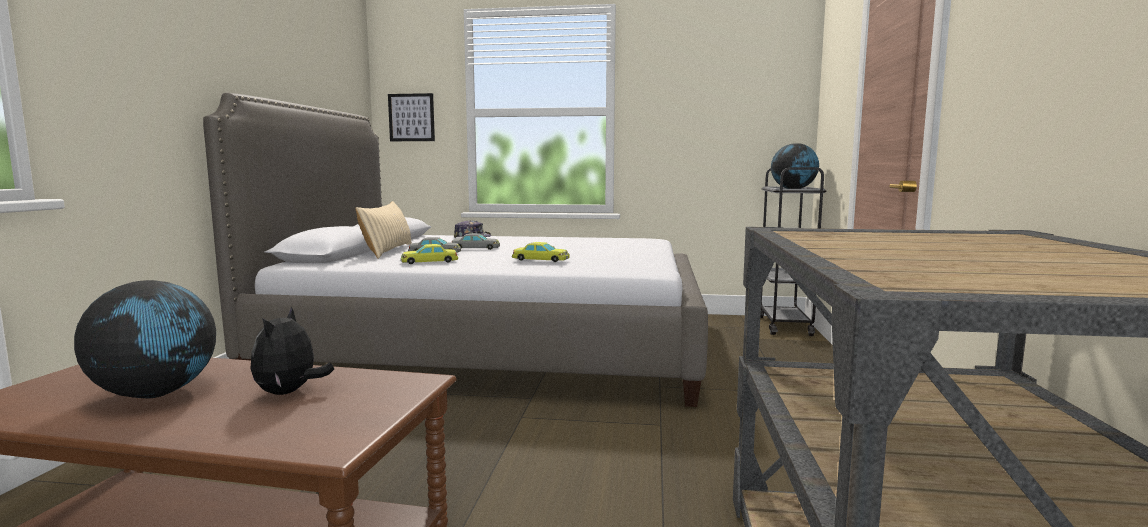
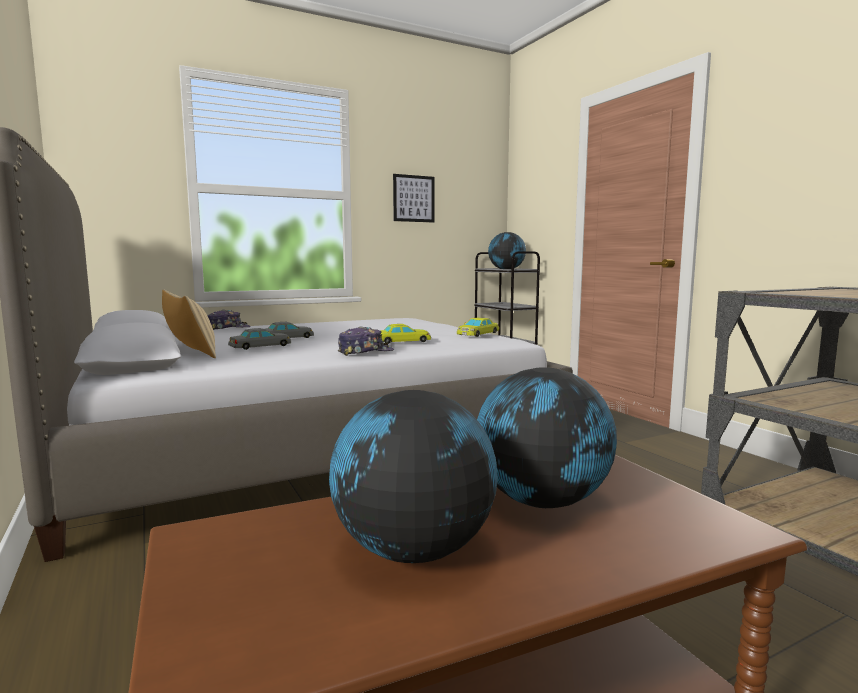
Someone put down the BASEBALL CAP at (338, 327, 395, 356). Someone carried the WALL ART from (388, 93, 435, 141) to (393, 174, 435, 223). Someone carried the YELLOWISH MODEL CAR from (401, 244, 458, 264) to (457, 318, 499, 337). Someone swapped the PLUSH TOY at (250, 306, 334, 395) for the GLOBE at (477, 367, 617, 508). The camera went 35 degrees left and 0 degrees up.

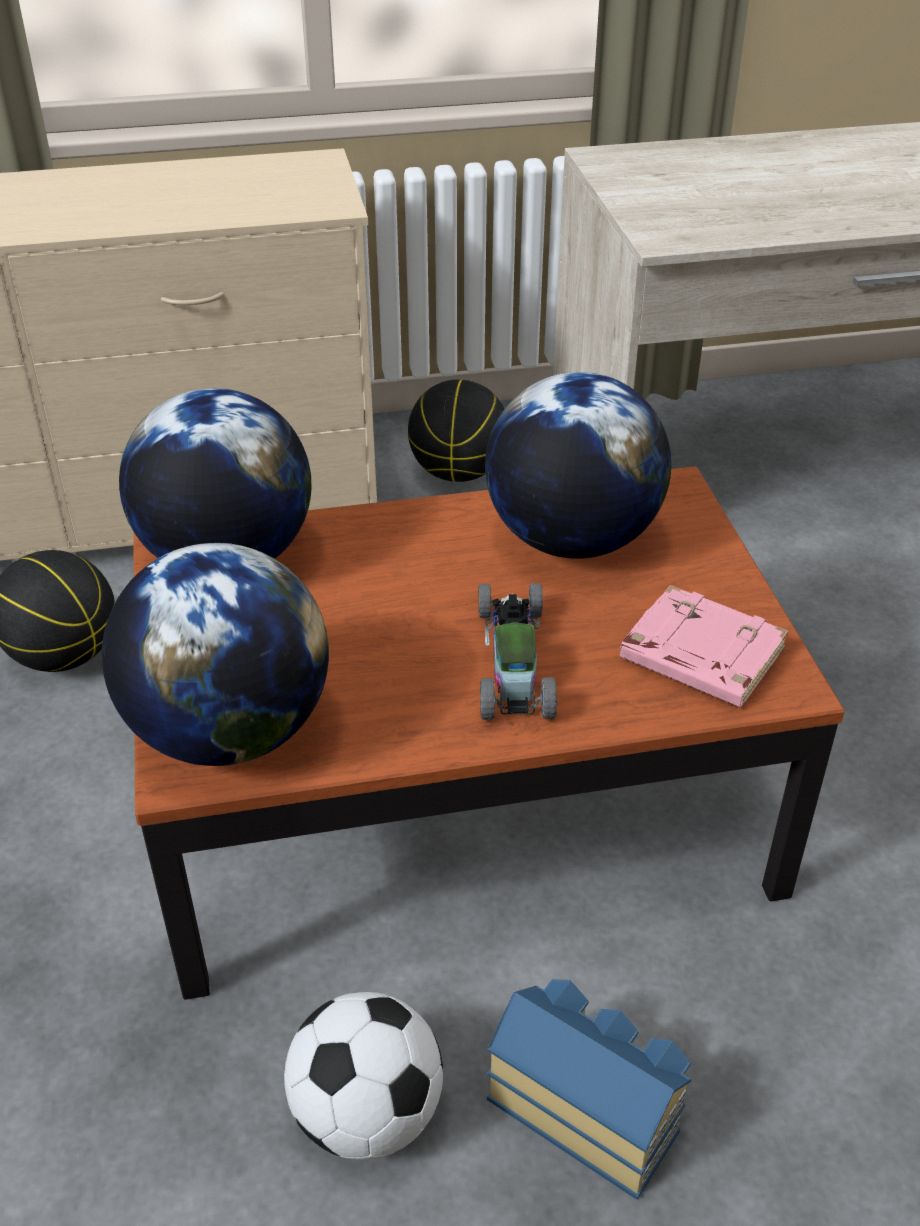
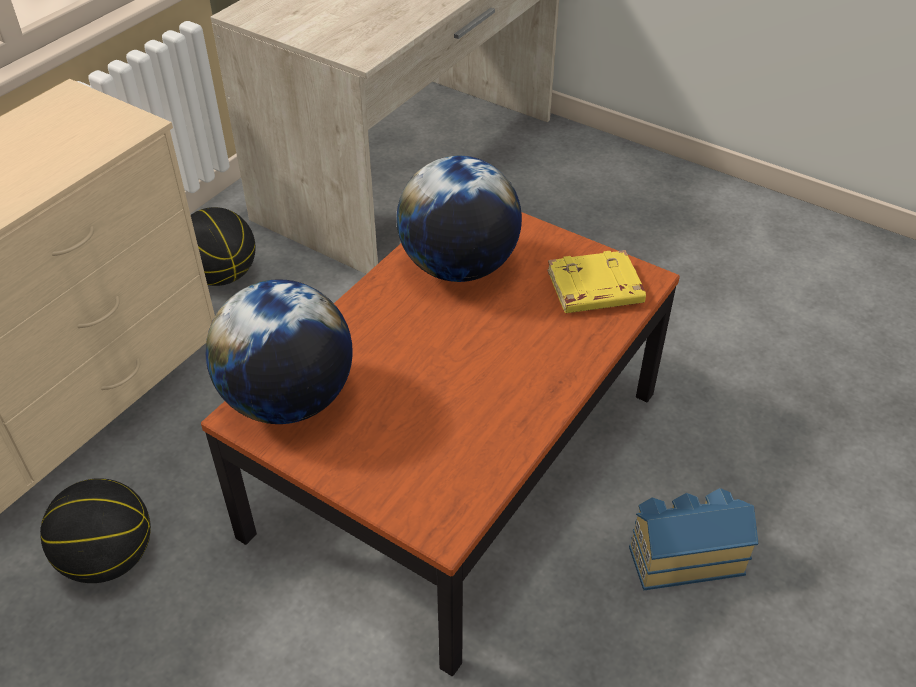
Someone repainted the PINKISH VOLUME at (620, 585, 789, 707), which became the YELLOWISH VOLUME at (547, 250, 646, 313). Someone took away the GLOBE at (102, 543, 329, 766). Someone took away the BALL FOR FOOTBALL at (284, 992, 443, 1160). Someone took away the MODEL CAR at (478, 583, 557, 720). The camera went 45 degrees left and 5 degrees up.

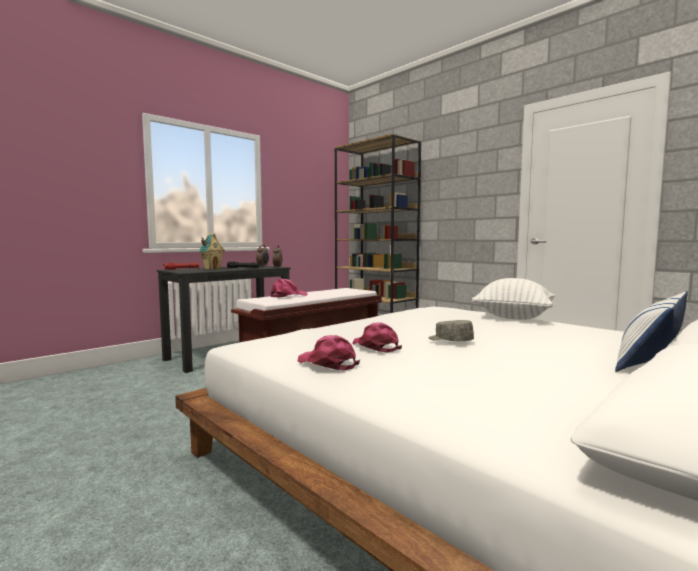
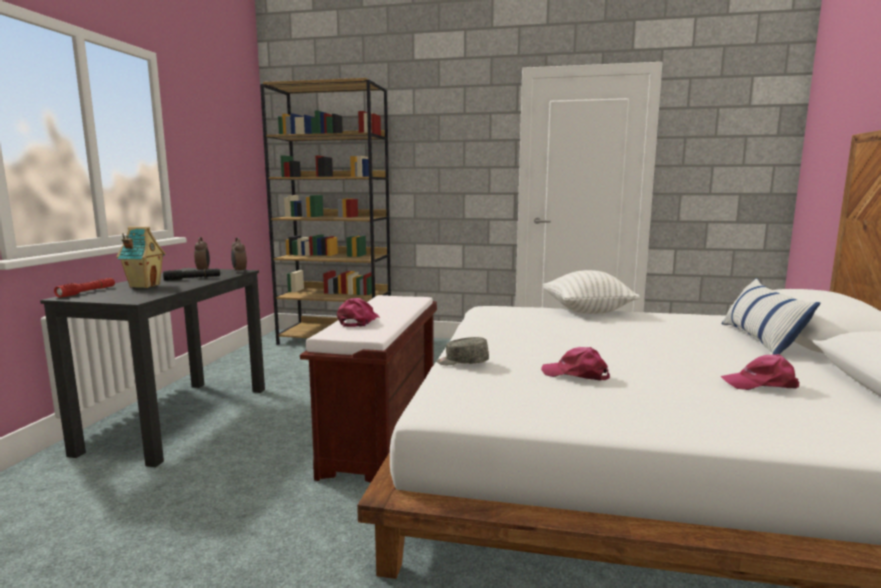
Someone carried the GREYISH BASEBALL CAP from (428, 320, 474, 341) to (436, 337, 489, 365). Someone carried the PINKISH BASEBALL CAP from (298, 335, 360, 370) to (720, 354, 799, 390). The camera went 35 degrees left and 5 degrees up.

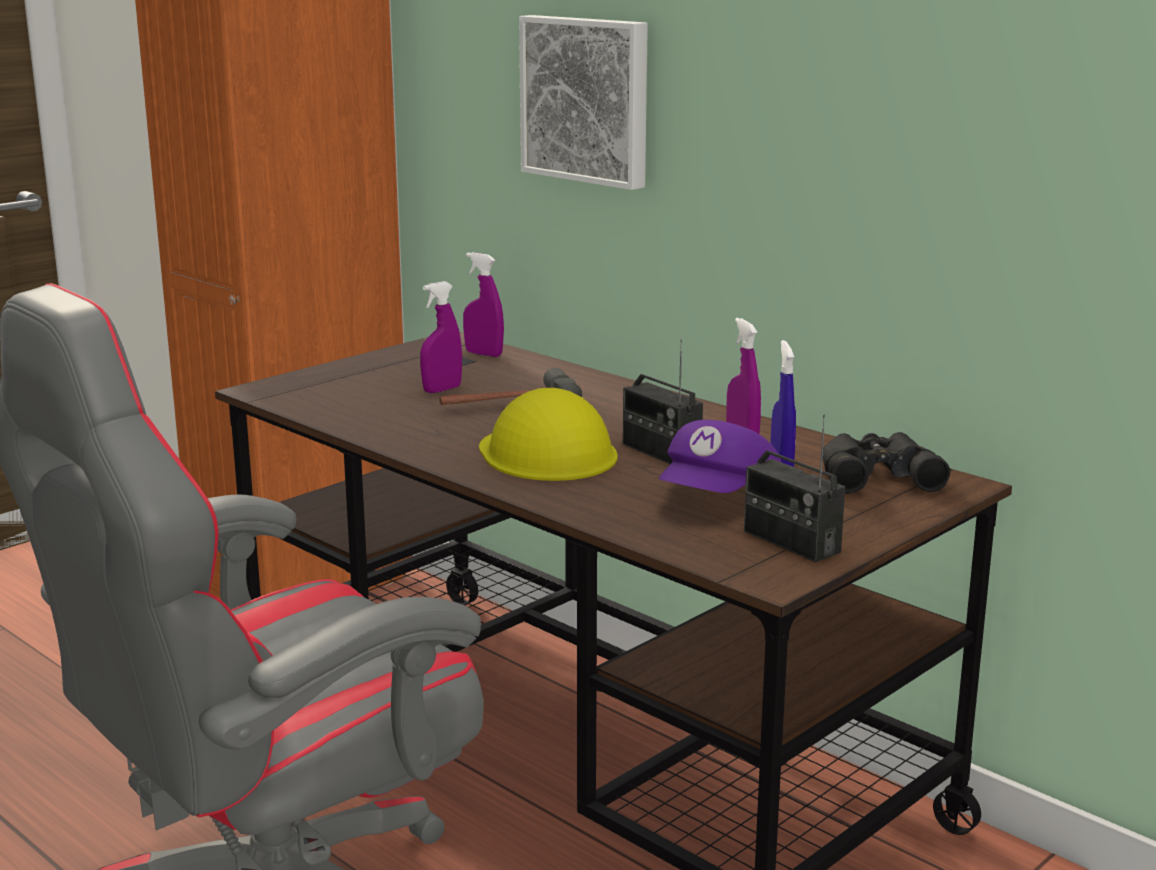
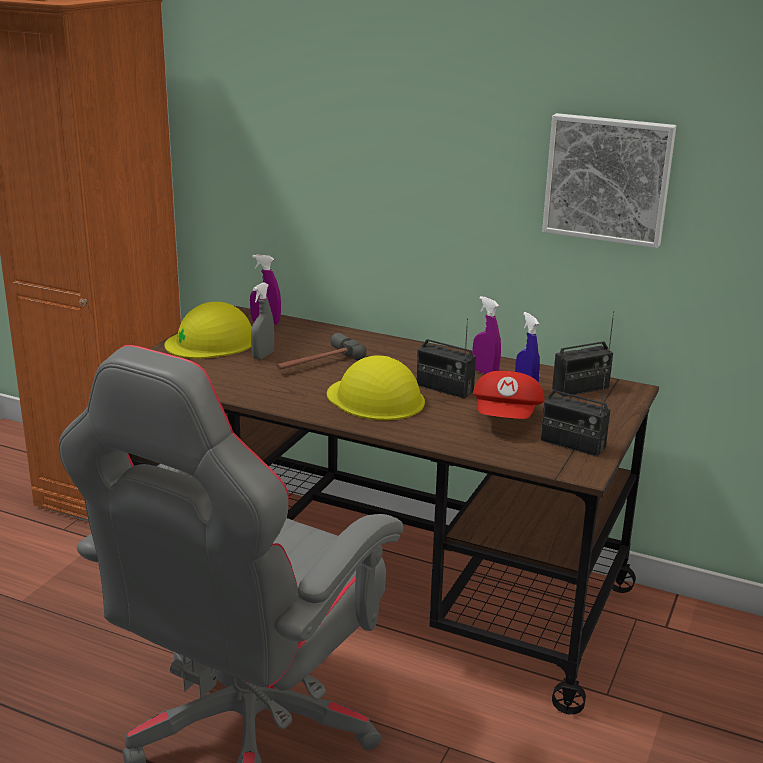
Someone put down the YELLOWISH WORK HELMET at (164, 302, 252, 359). Someone repainted the PURPLE SPRAYER at (420, 281, 462, 393), which became the GREYISH SPRAYER at (251, 282, 274, 360). Someone repainted the PURPLE BASEBALL CAP at (659, 420, 782, 493), which became the RED-COLOURED BASEBALL CAP at (473, 371, 544, 419). Someone carried the WALL ART from (519, 15, 648, 190) to (542, 113, 676, 248). Someone swapped the BLACK PAIR OF BINOCULARS at (822, 432, 950, 494) for the RADIO at (552, 311, 614, 397). The camera went 20 degrees left and 5 degrees up.

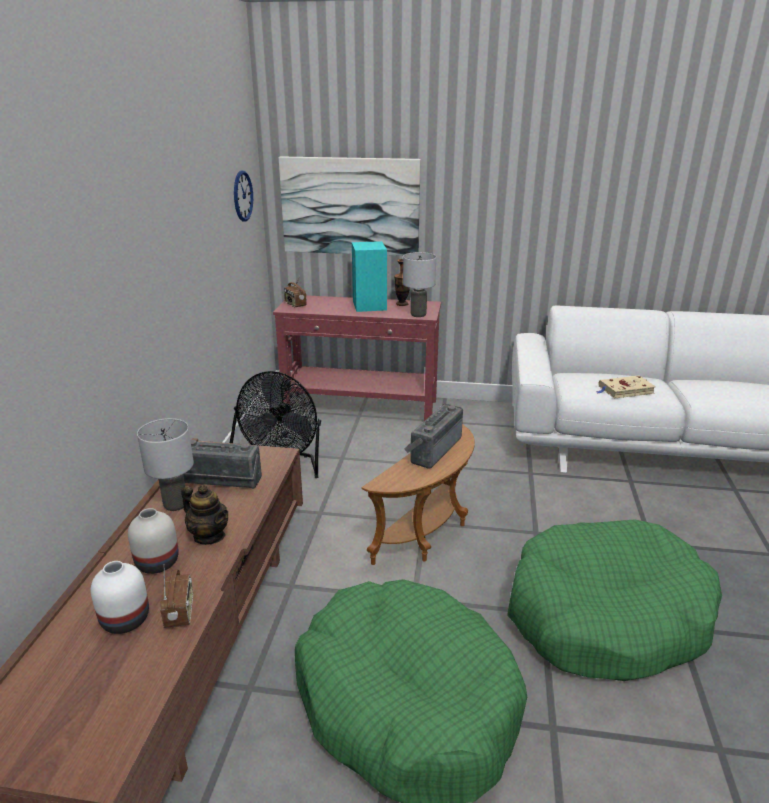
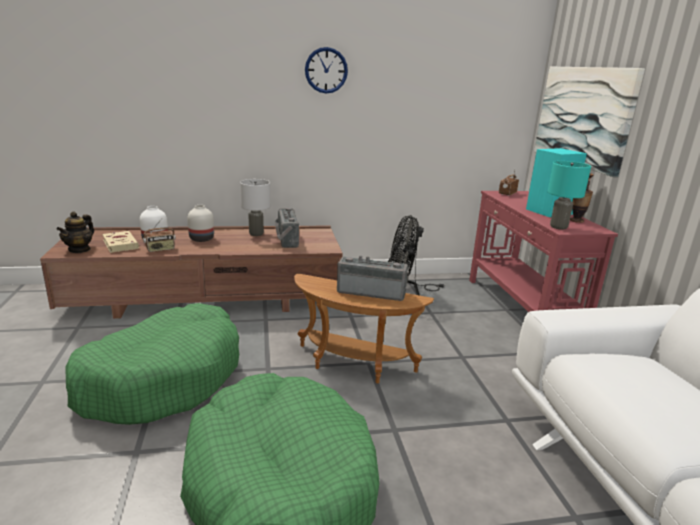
Someone carried the TEAPOT from (181, 485, 228, 545) to (57, 211, 94, 253). Someone carried the SAND-COLOURED VOLUME from (597, 375, 656, 399) to (102, 231, 139, 253). Someone carried the HANGING CLOCK from (234, 170, 253, 222) to (305, 47, 348, 93). Someone repainted the WHITE TABLE LAMP at (403, 252, 436, 317), which became the BLUE-GREEN TABLE LAMP at (547, 161, 591, 230). The camera went 70 degrees right and 5 degrees down.

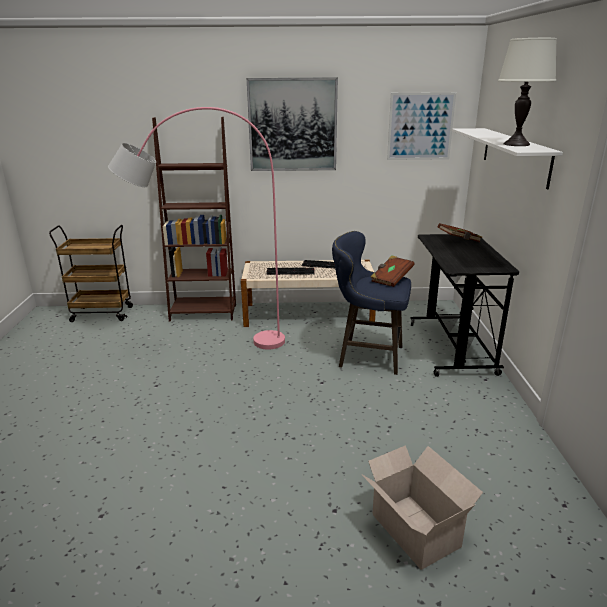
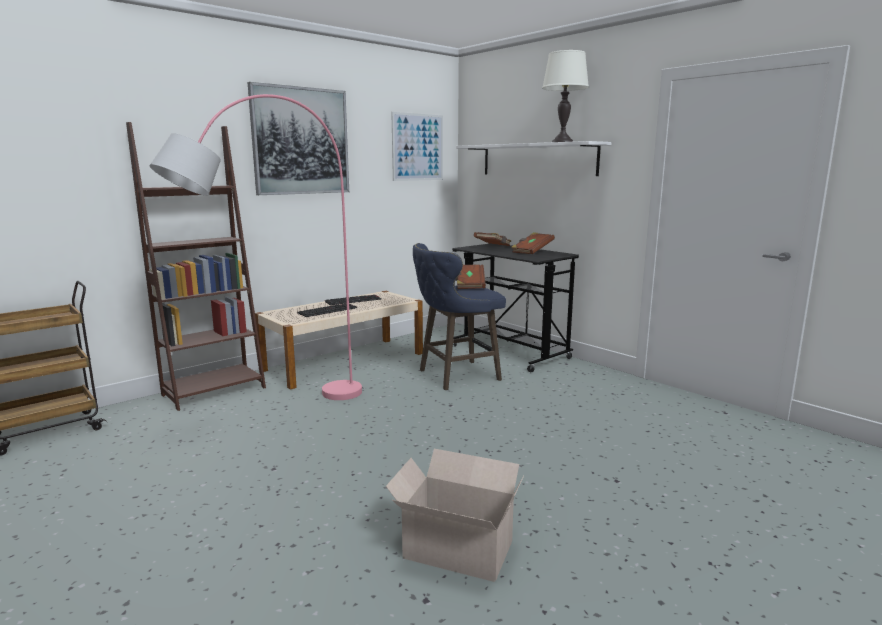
Someone carried the CARDBOARD BOX from (361, 445, 483, 570) to (386, 449, 524, 582). Someone put down the BROWN-COLOURED VOLUME at (511, 232, 555, 254). The camera went 40 degrees left and 10 degrees down.

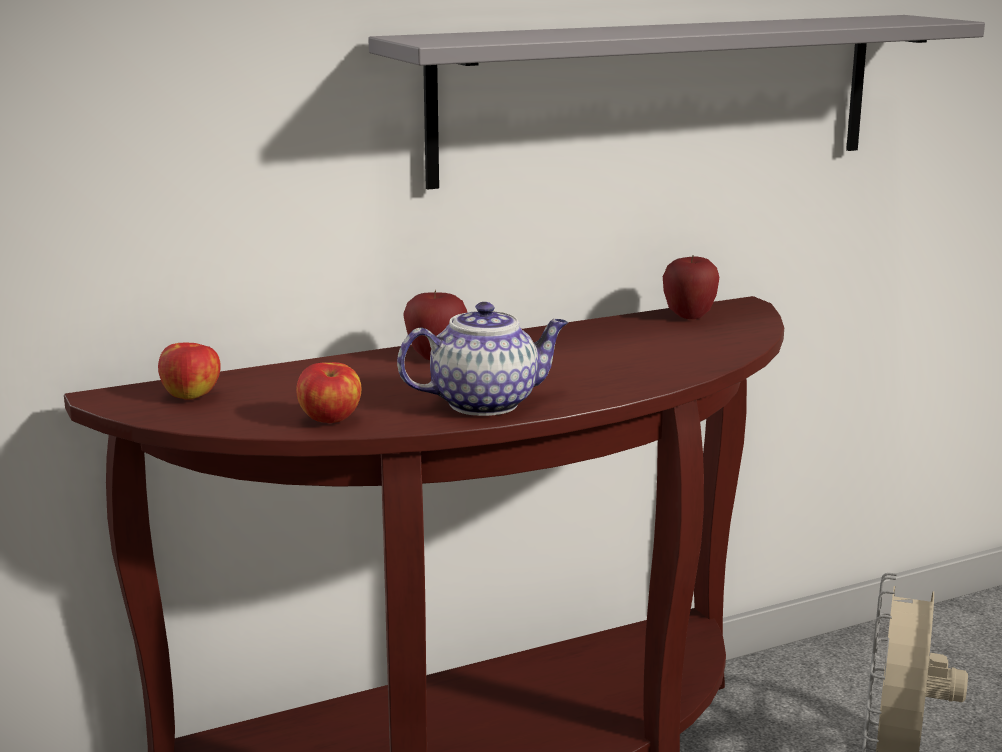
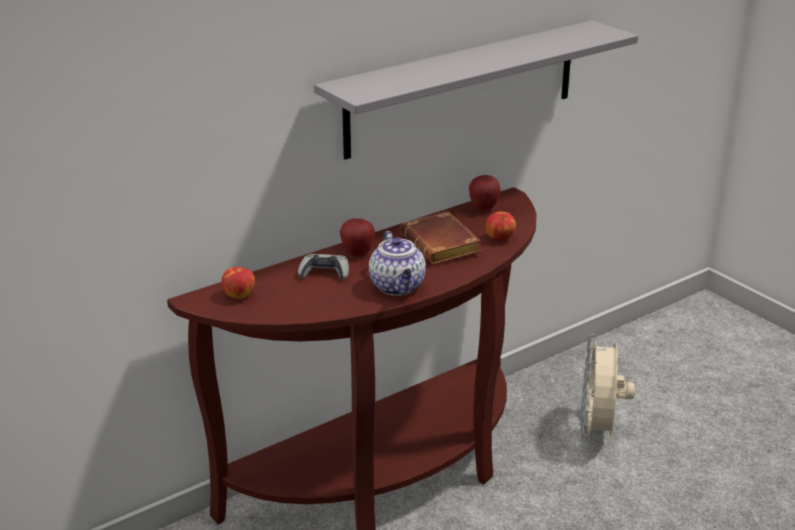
Someone put down the GREYISH GAMEPAD at (298, 254, 349, 280). Someone rotated the TEAPOT at (397, 302, 568, 416) by 105 degrees clockwise. Someone put down the BROWN-COLOURED VOLUME at (400, 211, 481, 264). Someone carried the WHOLE APPLE from (296, 362, 361, 423) to (486, 212, 516, 240). The camera went 10 degrees left and 10 degrees up.

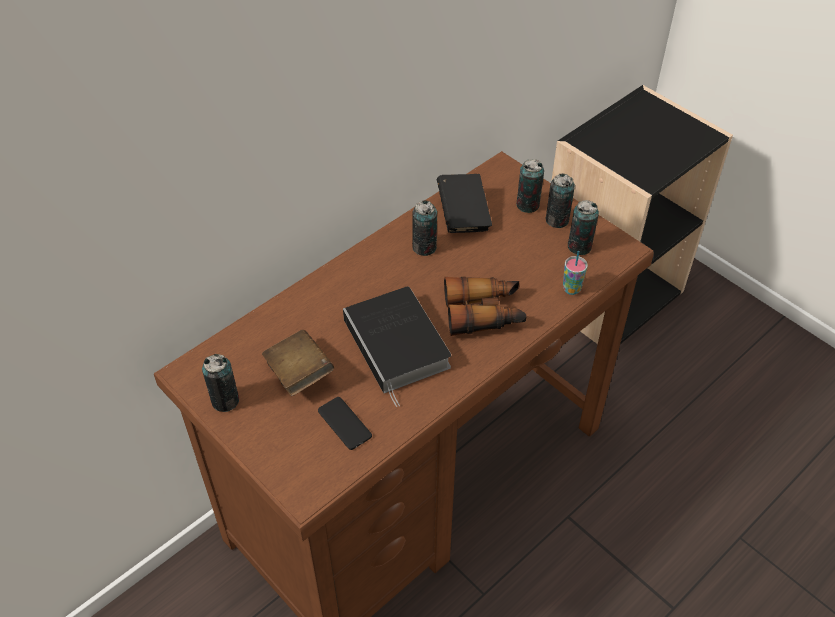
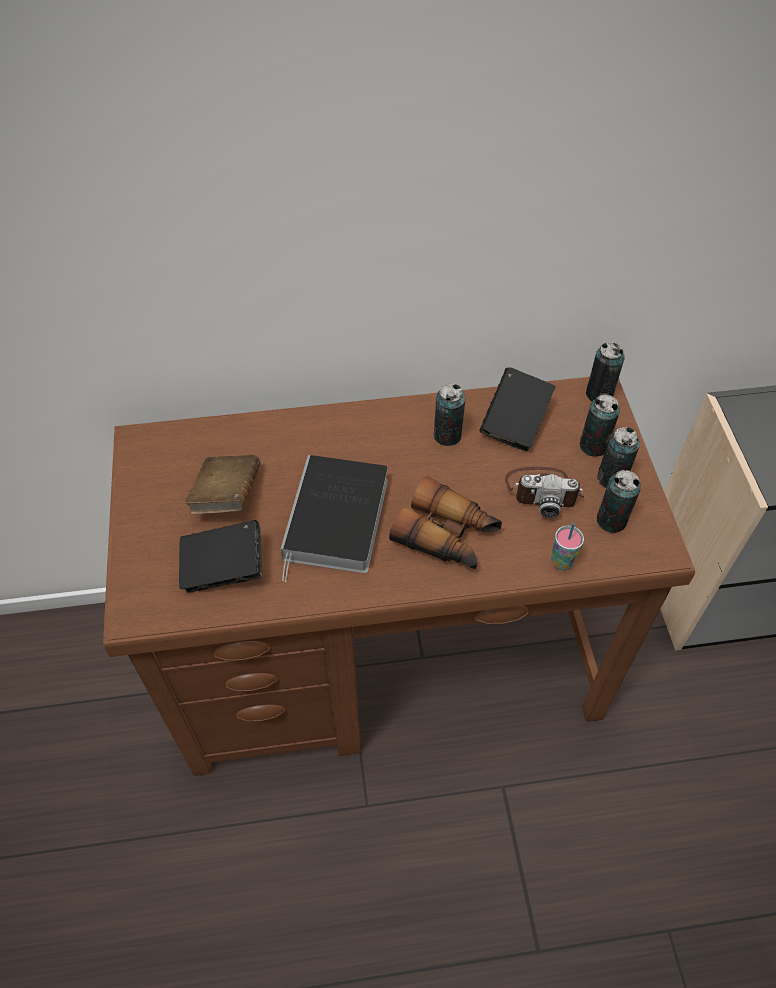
Someone swapped the PHONE at (318, 397, 372, 450) for the BLACK VOLUME at (179, 520, 262, 593). Someone put down the STILL CAMERA at (505, 467, 584, 518). Someone carried the SEALED CAN from (202, 354, 239, 412) to (586, 342, 625, 401). The camera went 35 degrees right and 5 degrees up.

